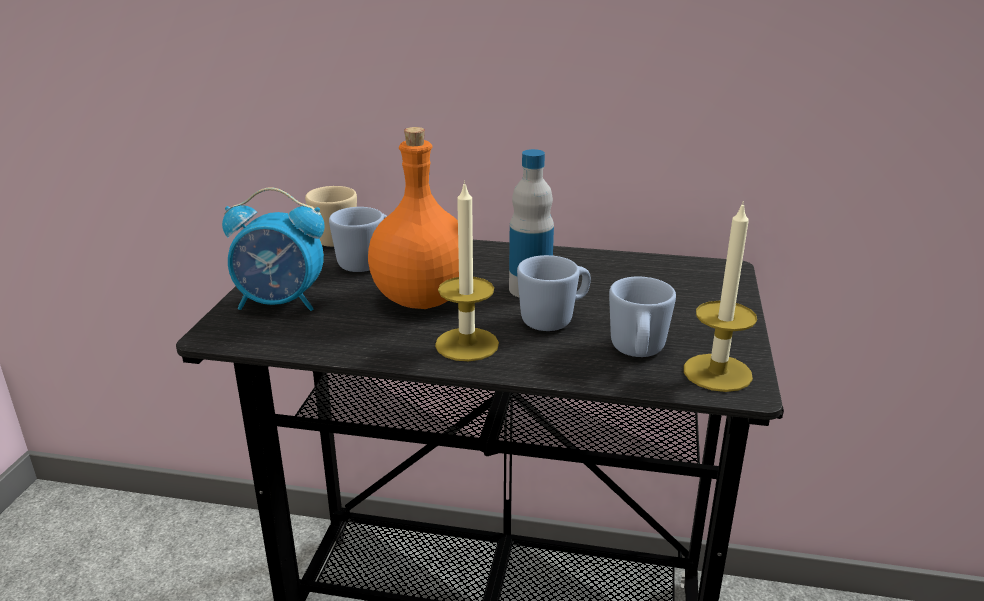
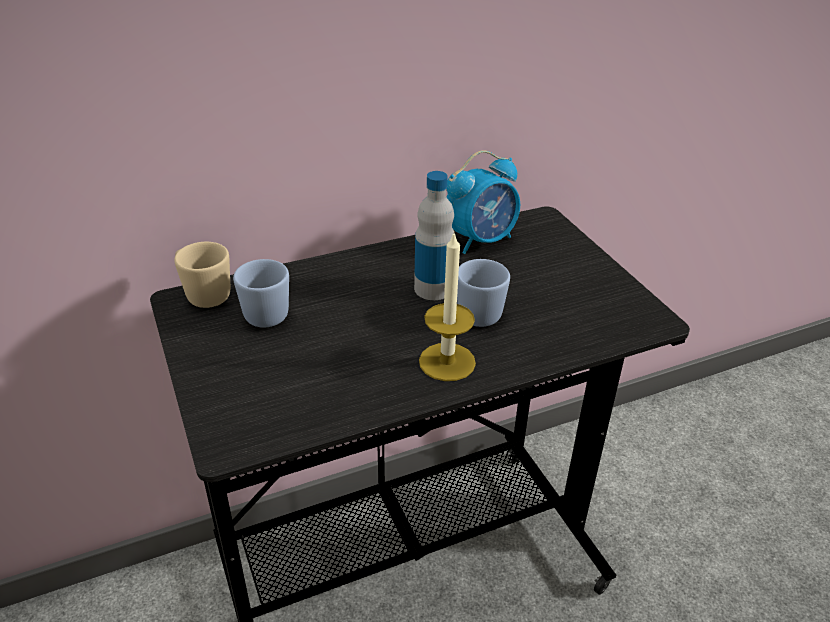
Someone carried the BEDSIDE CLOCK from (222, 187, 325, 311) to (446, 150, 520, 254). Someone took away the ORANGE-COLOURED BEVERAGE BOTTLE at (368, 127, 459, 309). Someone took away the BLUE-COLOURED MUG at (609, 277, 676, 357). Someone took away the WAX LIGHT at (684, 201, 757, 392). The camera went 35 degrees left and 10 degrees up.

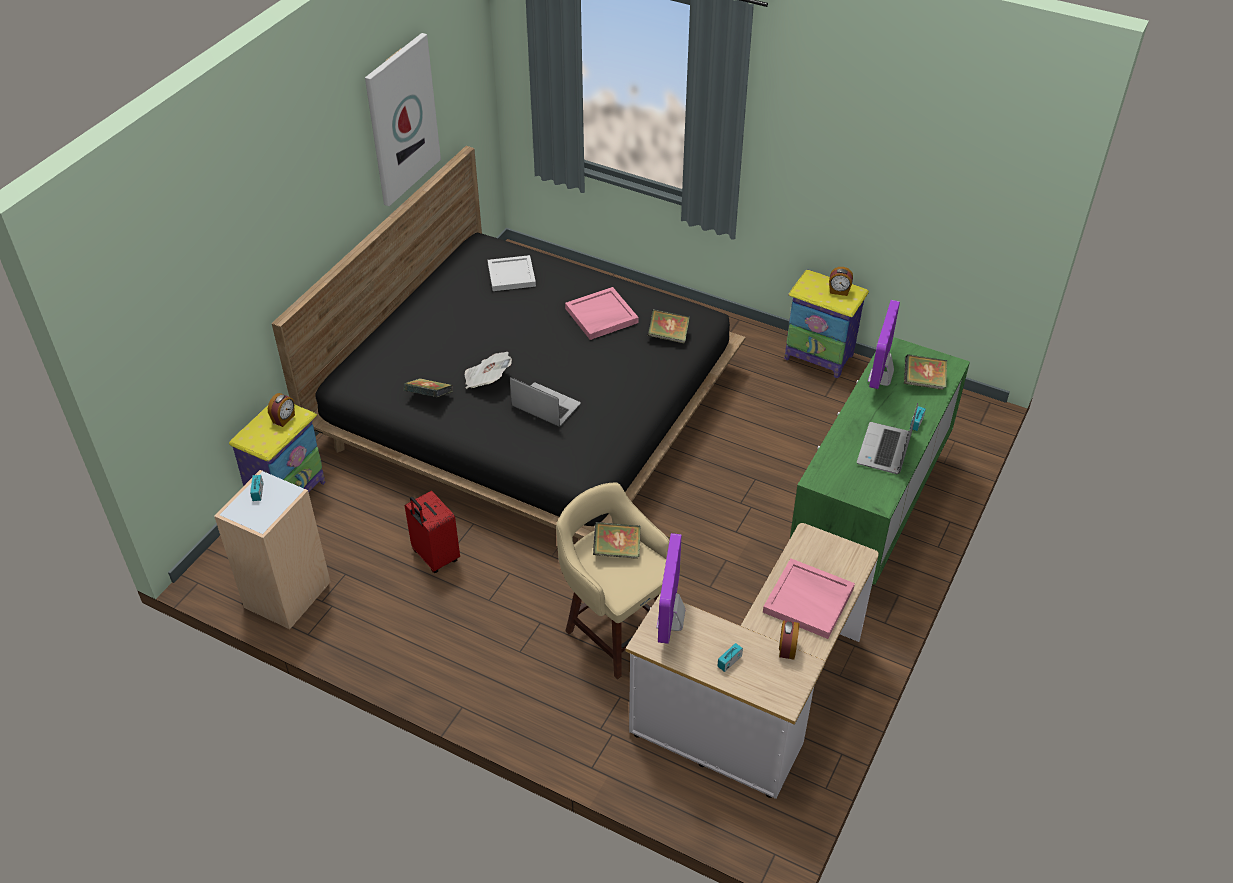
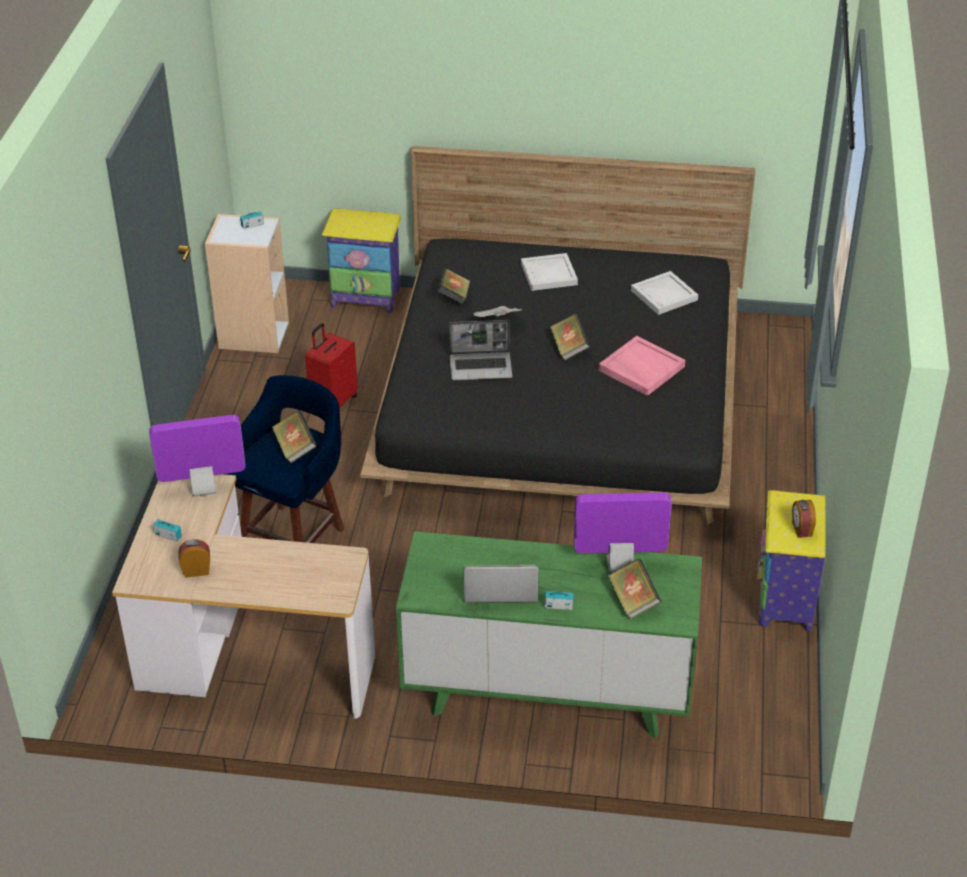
Someone repainted the SAND-COLOURED SITTING STOOL at (556, 482, 680, 679), which became the BLUE-COLOURED SITTING STOOL at (225, 375, 345, 543). Someone rotated the LAPTOP at (510, 377, 581, 427) by 75 degrees clockwise. Someone put down the WHITE CARRYING TRAY at (521, 253, 578, 291). Someone carried the VOLUME from (647, 309, 690, 343) to (550, 314, 590, 361). Someone took away the BEDSIDE CLOCK at (268, 393, 295, 427). Someone took away the WALL ART at (365, 33, 441, 206). Someone took away the PINKISH CARRYING TRAY at (763, 558, 855, 639). The camera went 70 degrees right and 5 degrees down.

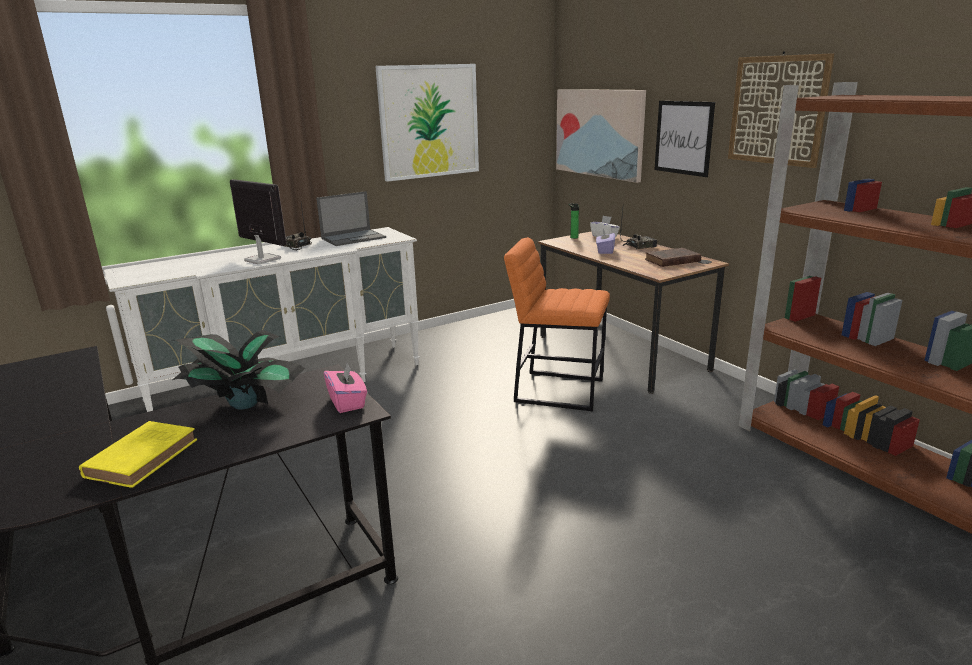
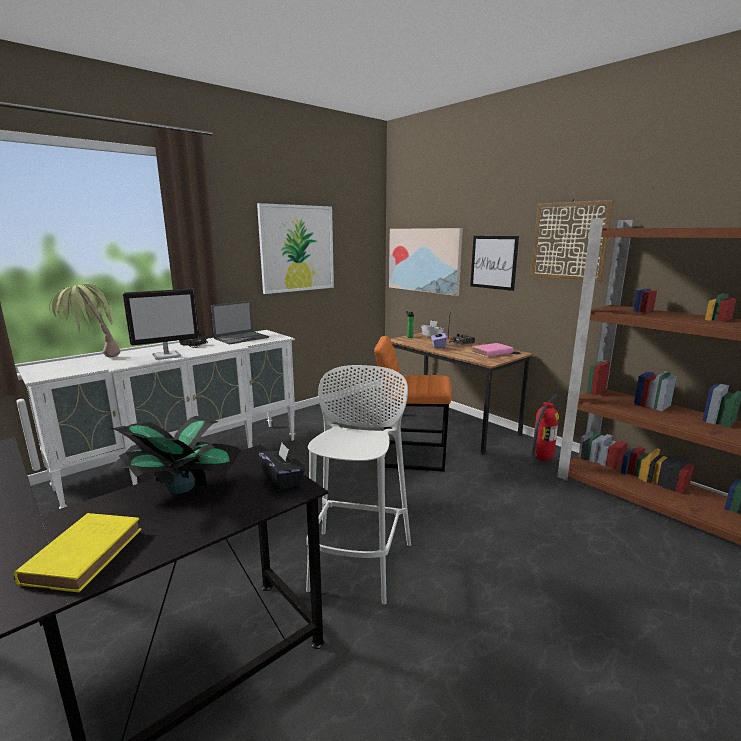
Someone put down the HOUSEPLANT at (49, 284, 120, 357). Someone rotated the COMPUTER SCREEN at (230, 179, 287, 264) by 120 degrees clockwise. Someone repainted the PINKISH TISSUE BOX at (324, 362, 367, 413), which became the BLACK TISSUE BOX at (258, 443, 305, 491). Someone put down the WHITE SITTING STOOL at (306, 365, 411, 604). Someone repainted the BROWN-COLOURED VOLUME at (645, 248, 701, 267), which became the PINKISH VOLUME at (471, 343, 513, 357). Someone put down the FIRE EXTINGUISHER at (531, 394, 559, 461). The camera went 10 degrees left and 5 degrees down.

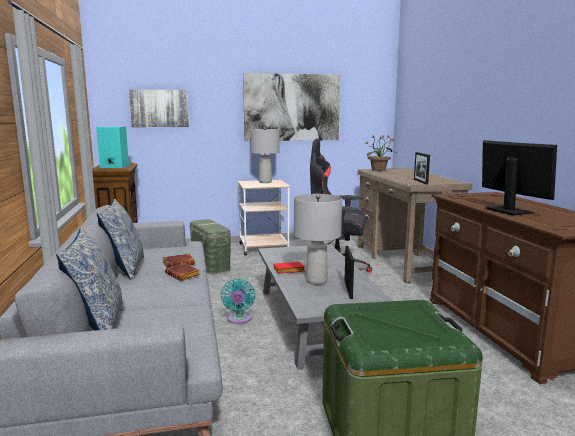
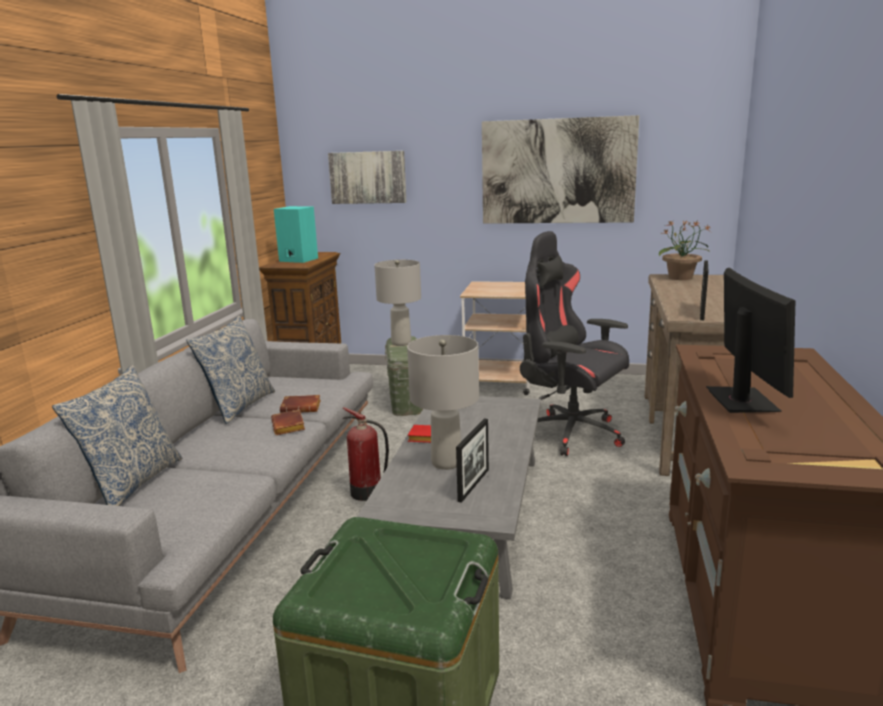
Someone swapped the BLUE-GREEN COOLING FAN at (220, 279, 255, 324) for the FIRE EXTINGUISHER at (342, 407, 389, 501). Someone carried the GREYISH TABLE LAMP from (250, 127, 280, 183) to (374, 260, 421, 346). The camera went 25 degrees right and 5 degrees up.

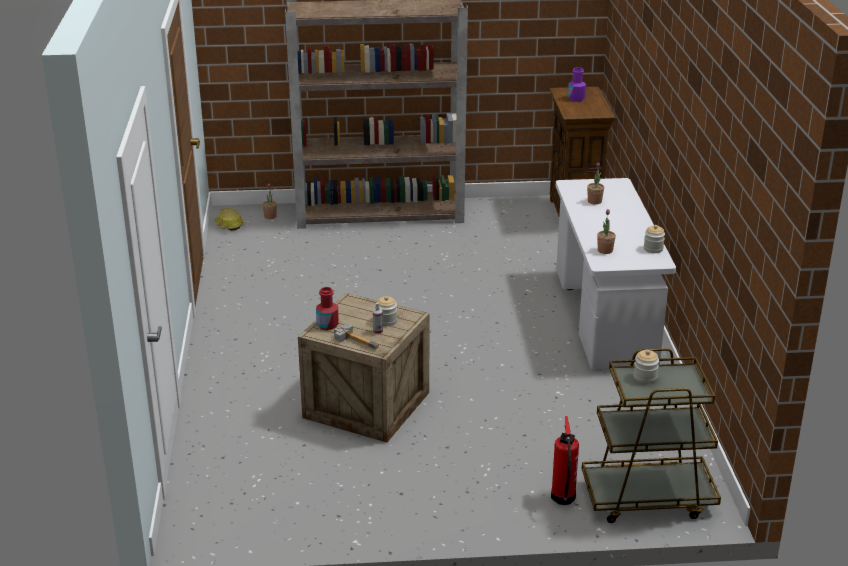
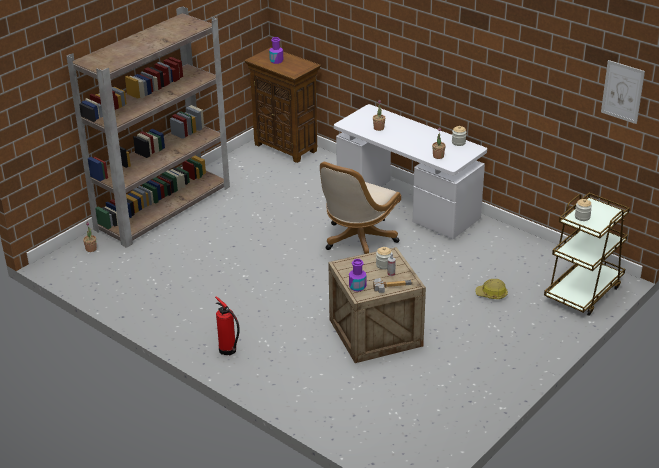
Someone carried the FIRE EXTINGUISHER from (551, 416, 579, 505) to (215, 296, 240, 356). Someone put down the OFFICE CHAIR at (320, 162, 401, 254). Someone repainted the RED-COLOURED BEVERAGE BOTTLE at (316, 287, 339, 330), which became the PURPLE BEVERAGE BOTTLE at (349, 259, 366, 292). Someone carried the WORK HELMET from (214, 208, 244, 231) to (475, 279, 508, 299). Someone put up the WALL ART at (601, 60, 645, 124). The camera went 45 degrees left and 5 degrees up.

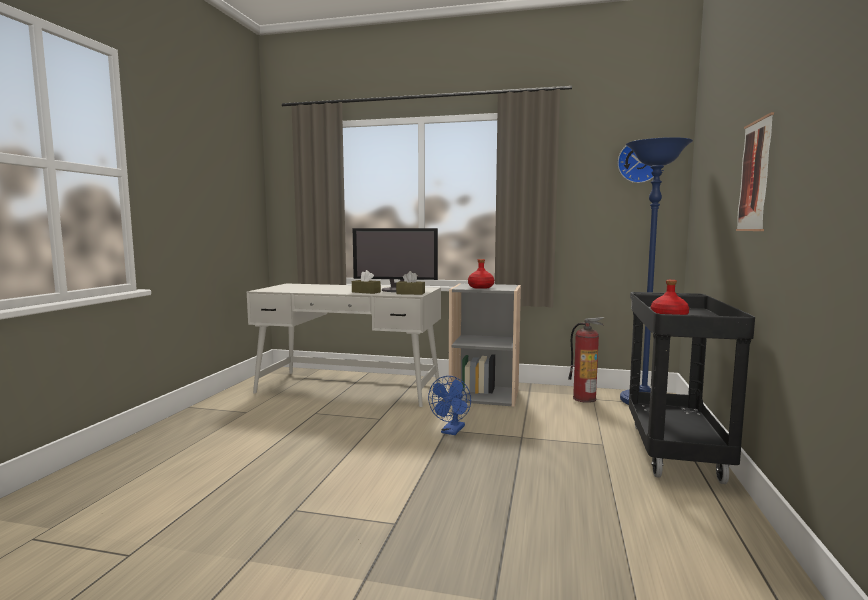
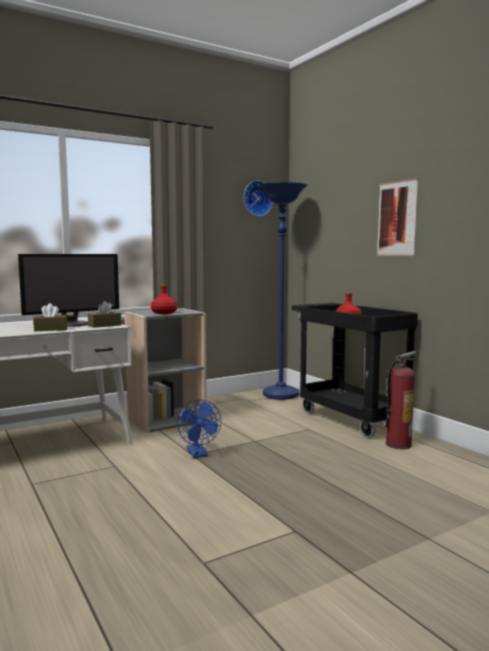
Someone carried the FIRE EXTINGUISHER from (568, 317, 605, 403) to (385, 351, 417, 449). The camera went 45 degrees left and 0 degrees up.

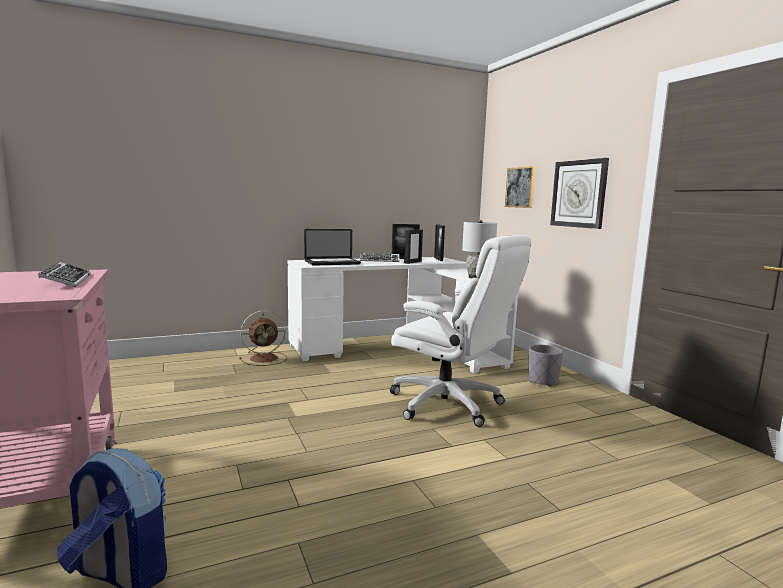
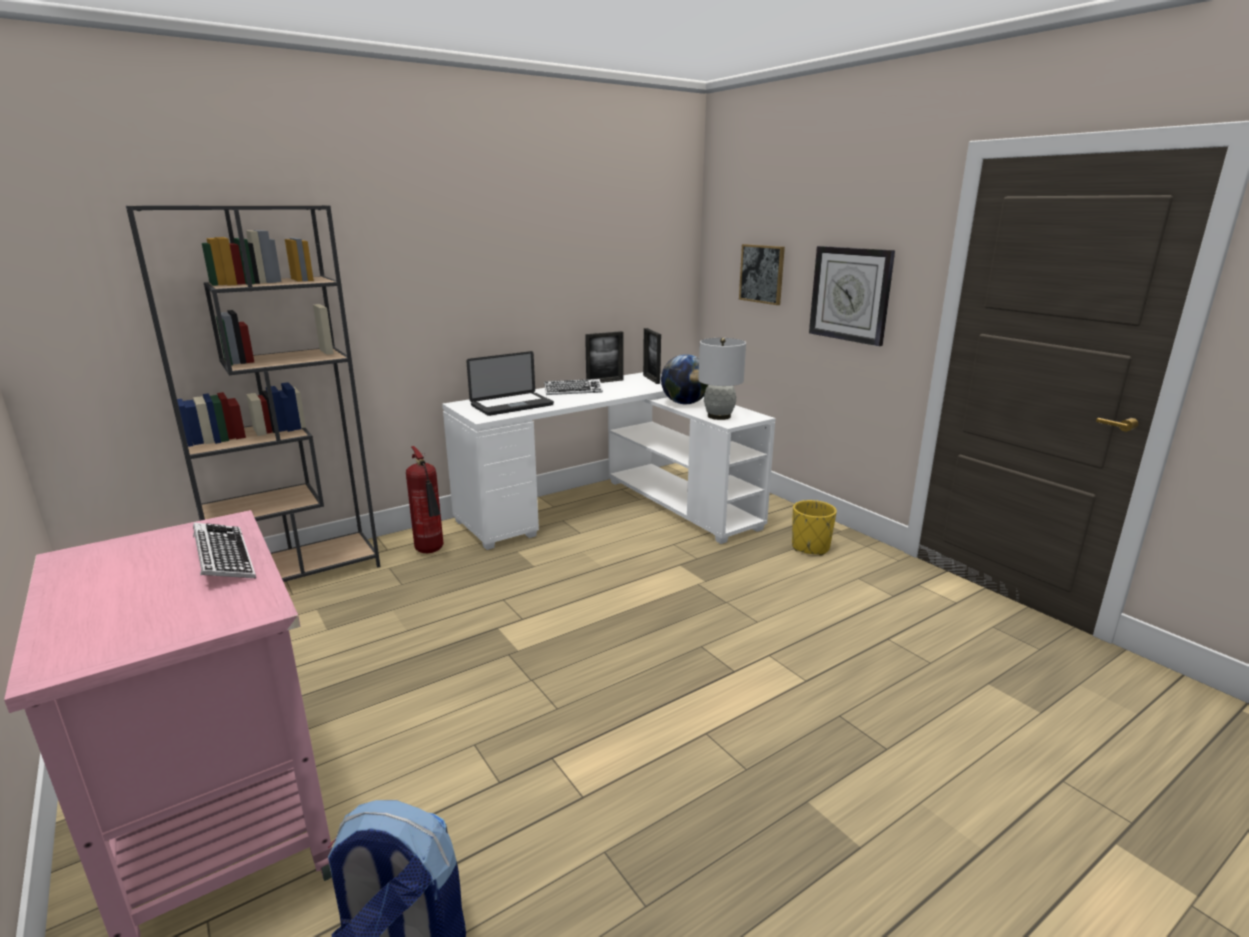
Someone put down the BOOKSHELF at (126, 205, 380, 582). Someone swapped the BROWN-COLOURED COOLING FAN at (239, 311, 287, 366) for the FIRE EXTINGUISHER at (406, 446, 443, 554). Someone put down the GLOBE at (661, 354, 708, 404). Someone repainted the GREYISH PLANTER at (528, 345, 563, 387), which became the YELLOWISH PLANTER at (792, 500, 837, 556). Someone took away the WHITE OFFICE CHAIR at (390, 235, 531, 427). Someone took away the PHOTO FRAME at (404, 230, 423, 264). The camera went 10 degrees left and 10 degrees up.

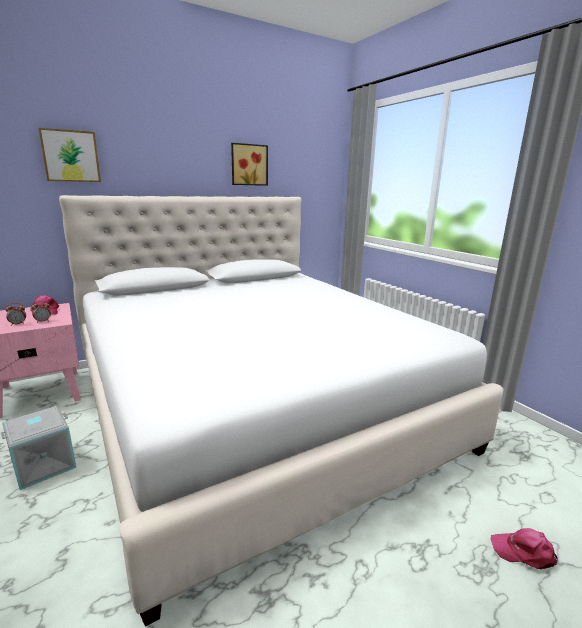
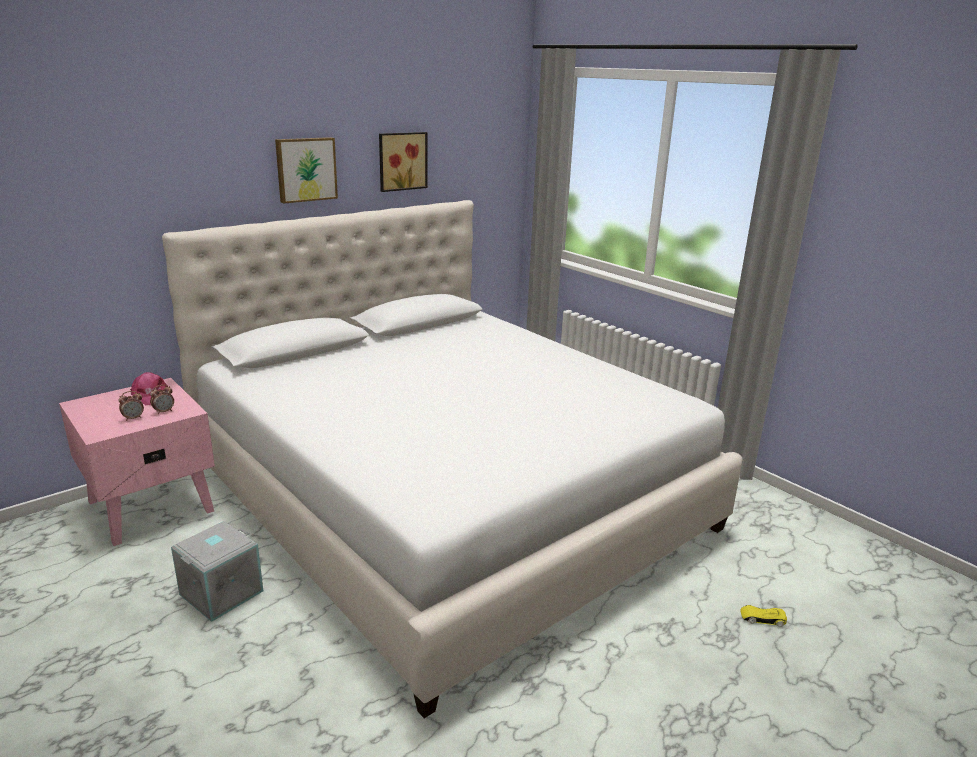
Someone carried the WALL ART from (39, 128, 101, 182) to (275, 137, 338, 203). Someone swapped the PINKISH BASEBALL CAP at (491, 528, 558, 569) for the YELLOWISH MODEL CAR at (740, 605, 787, 627). The camera went 10 degrees left and 5 degrees up.

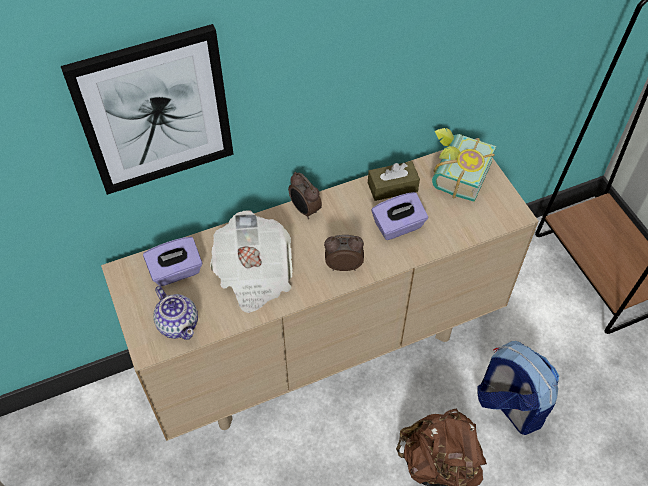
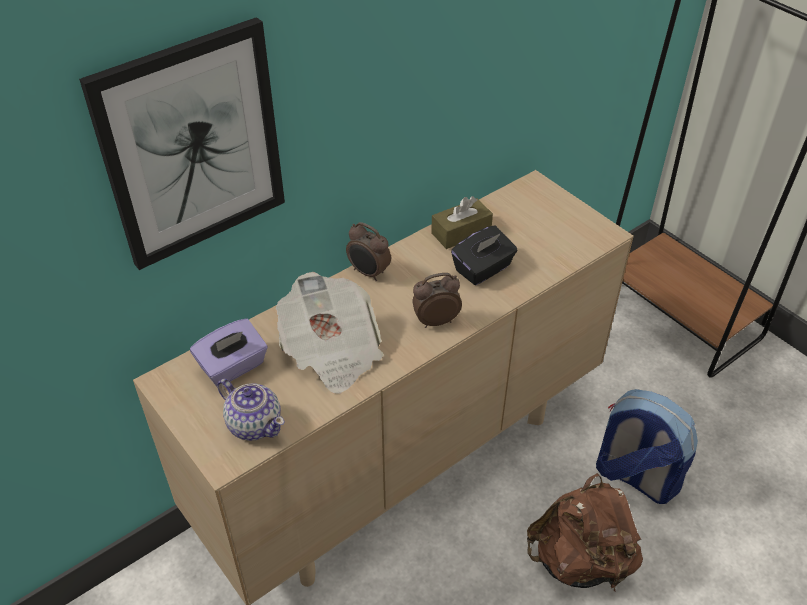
Someone repainted the PURPLE TISSUE BOX at (372, 192, 428, 240), which became the BLACK TISSUE BOX at (451, 226, 518, 285). Someone took away the VOLUME at (432, 128, 496, 202). The camera went 15 degrees left and 10 degrees down.

